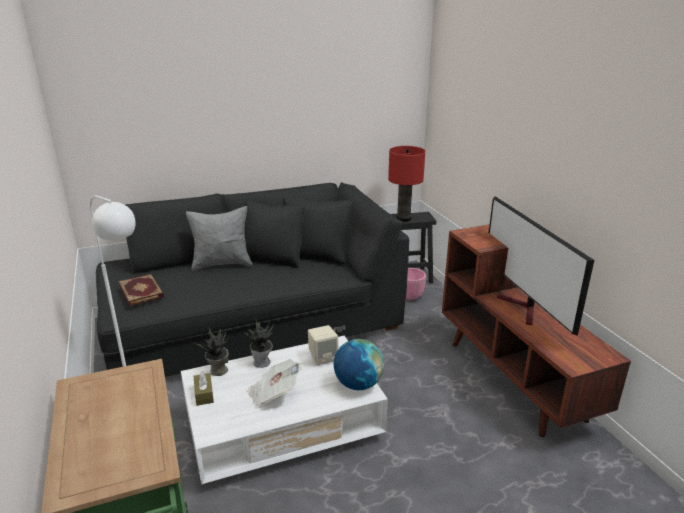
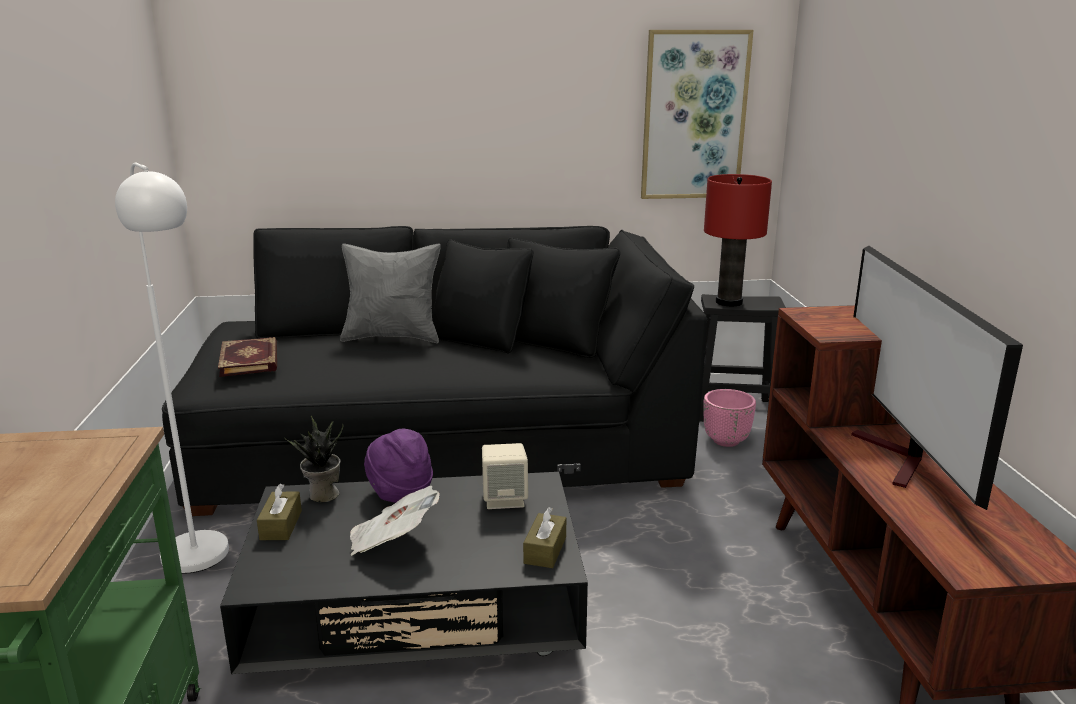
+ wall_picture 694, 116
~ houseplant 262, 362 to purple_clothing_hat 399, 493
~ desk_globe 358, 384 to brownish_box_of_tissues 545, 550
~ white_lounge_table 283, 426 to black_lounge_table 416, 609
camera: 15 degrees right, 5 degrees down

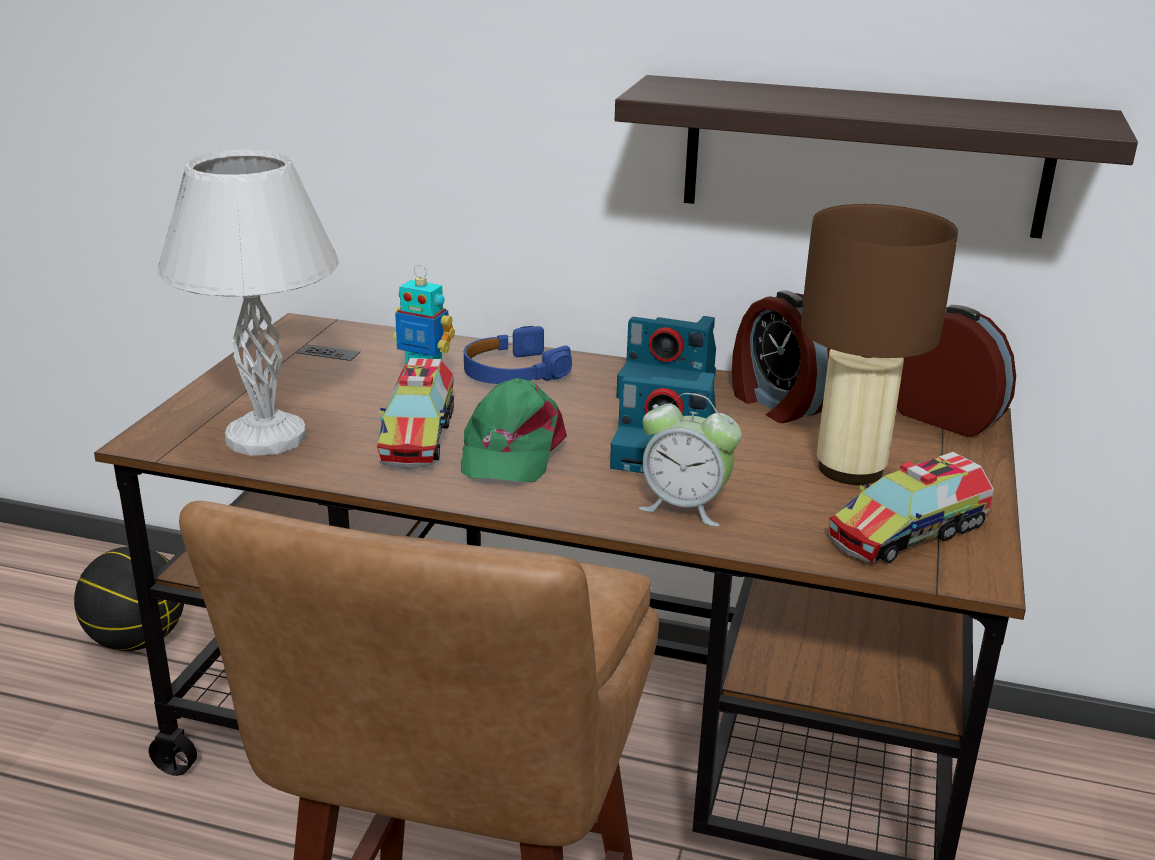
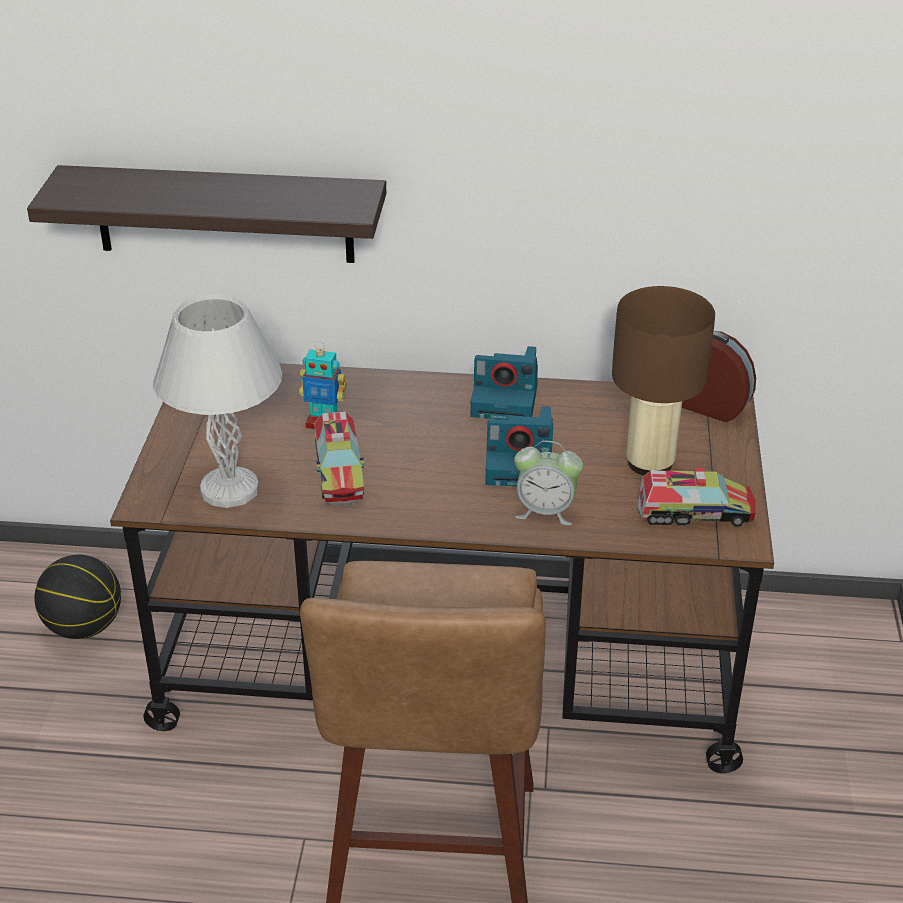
- green_peaked_cap 510, 450
- blue-coloured_pair_of_headphones 512, 372
- bedside_clock 776, 404
~ wall_shelf 864, 156 to 224, 214
~ toy_truck 908, 532 = 695, 512 135 degrees counterclockwise
camera: 10 degrees left, 10 degrees up

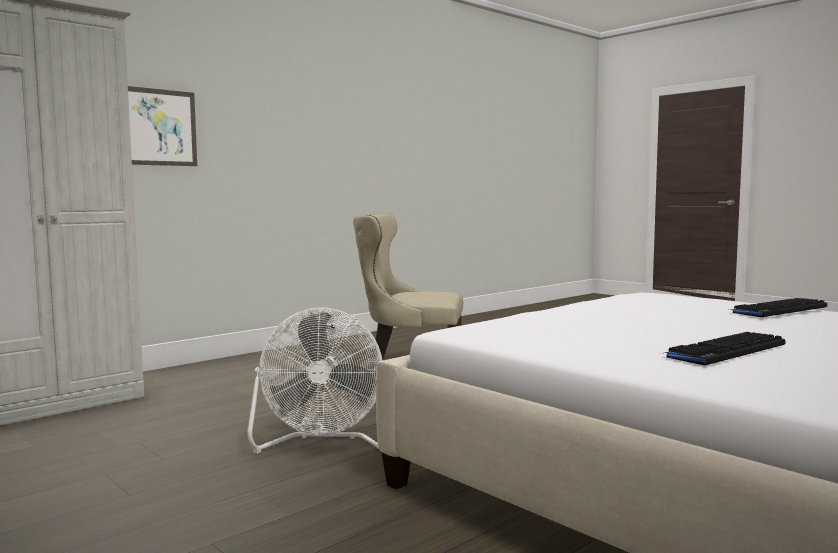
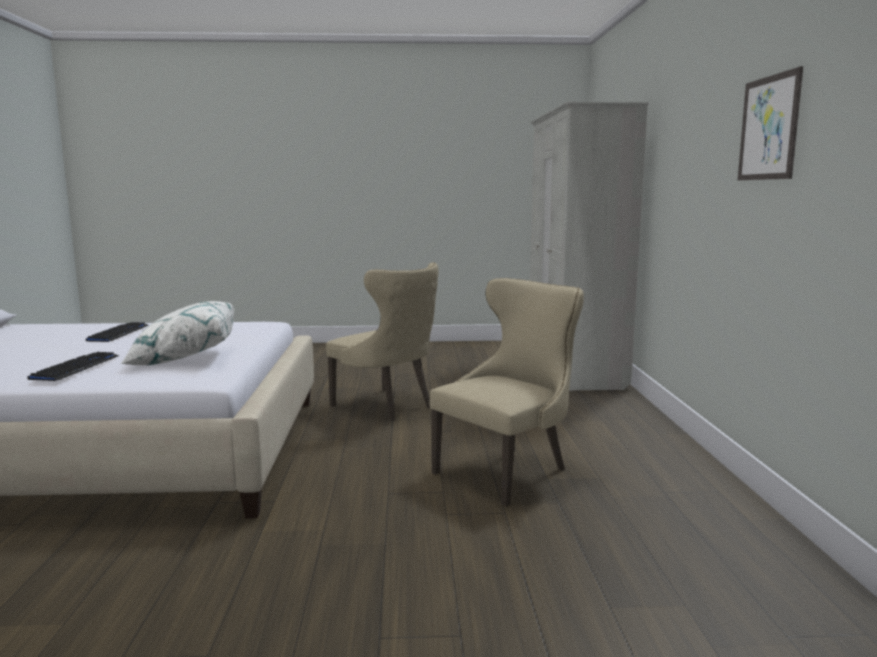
+ white_throw_pillow 184, 357
~ wall_picture 159, 127 to 768, 128
~ white_cooling_fan 320, 444 to beige-coloured_upright_chair 387, 406
camera: 130 degrees right, 5 degrees up

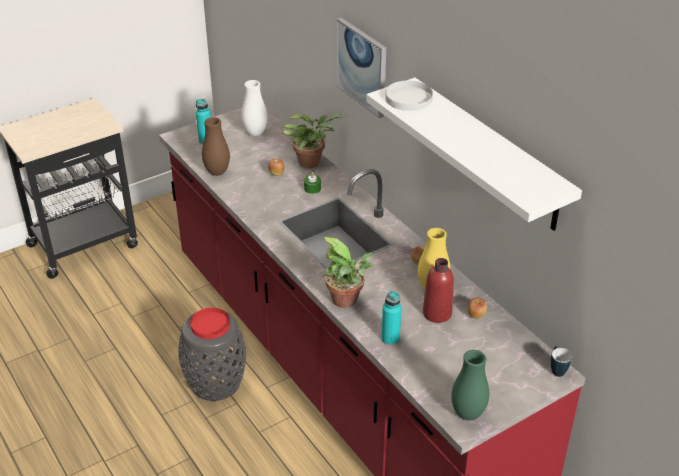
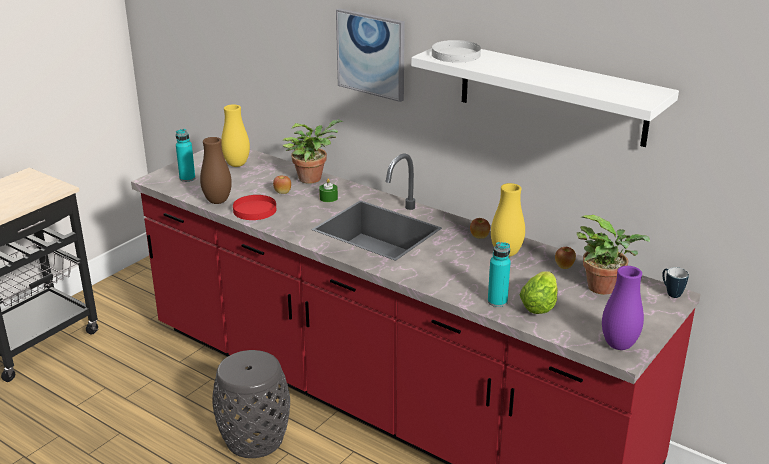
- reddish_beverage_bottle 437, 313
+ lettuce 540, 304
~ reddish_flat_dish 210, 325 to 255, 210
~ houseplant 347, 301 to 606, 288
~ white_decorative_vase 255, 133 to yellow-coloured_decorative_vase 237, 164
~ green_decorative_vase 468, 413 to purple_decorative_vase 619, 345
camera: 20 degrees left, 10 degrees down

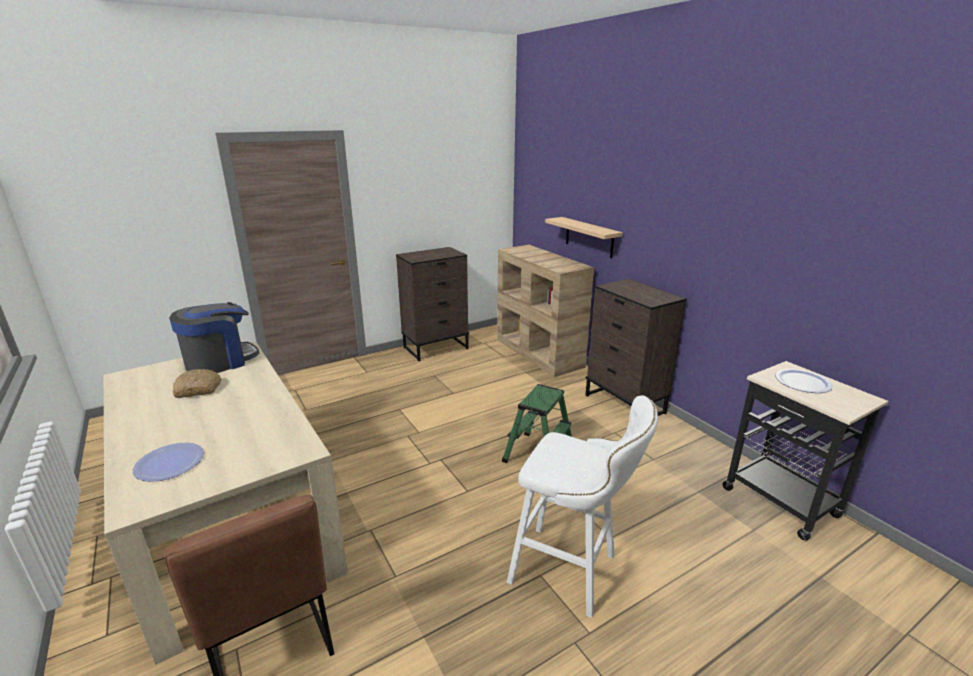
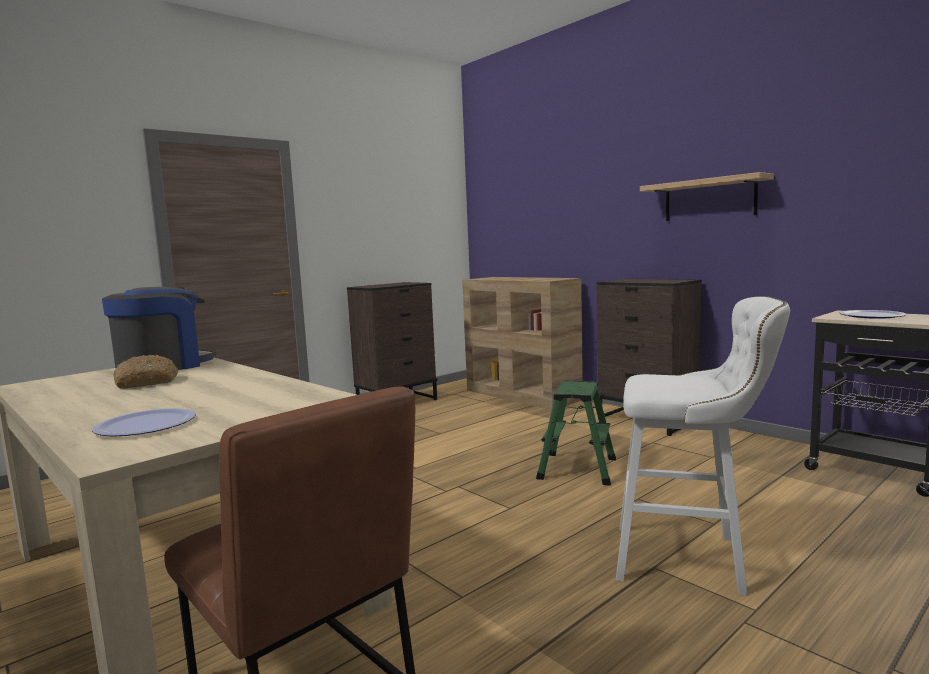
~ wall_shelf 589, 237 to 709, 199
camera: 10 degrees left, 15 degrees down

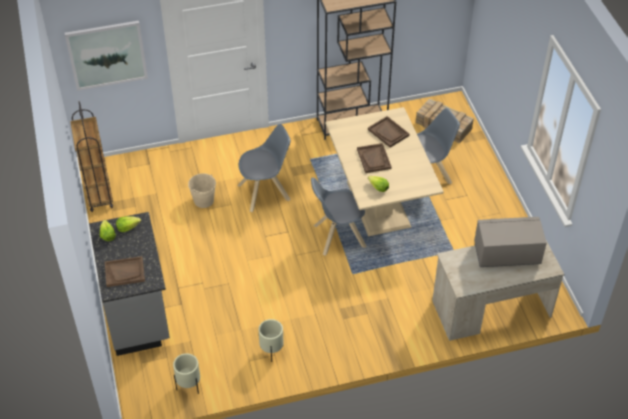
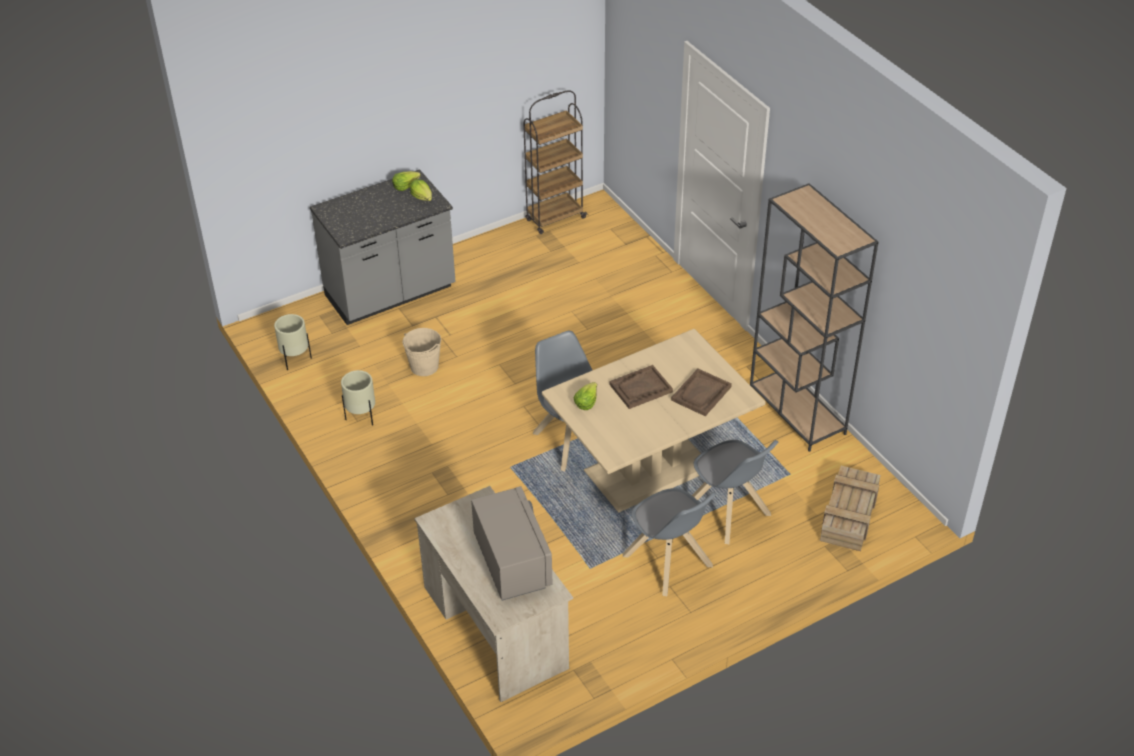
- wall_picture 107, 55
- brownish_serving_tray 125, 272
~ beige-coloured_water_bucket 204, 200 to 424, 366
~ gray_upright_chair 265, 192 to 669, 562
camera: 75 degrees right, 5 degrees down

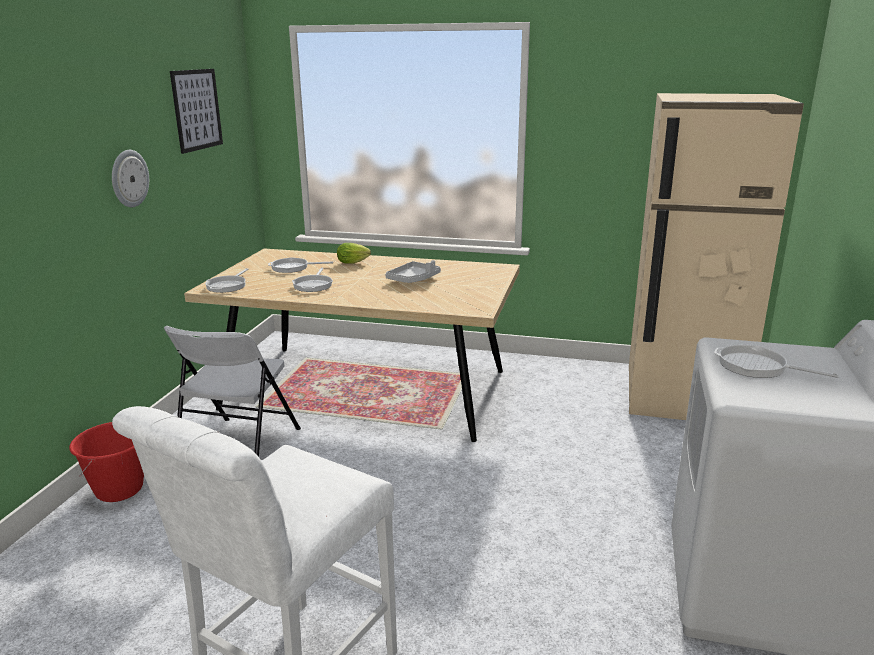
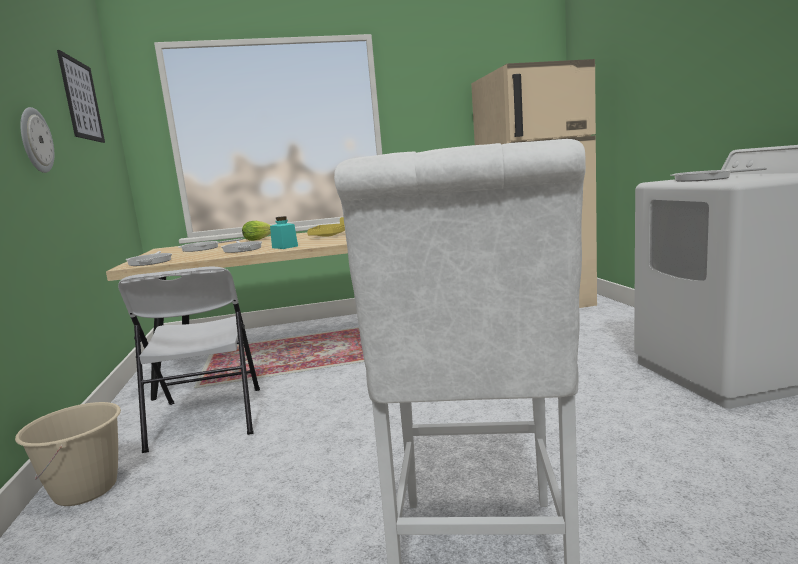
+ turquoise_storage_jar 285, 247
~ reddish_water_bucket 119, 489 to beige-coloured_water_bucket 86, 489
~ gray_serving_tray 413, 279 to yellow-coloured_serving_tray 329, 235
camera: 25 degrees left, 10 degrees down

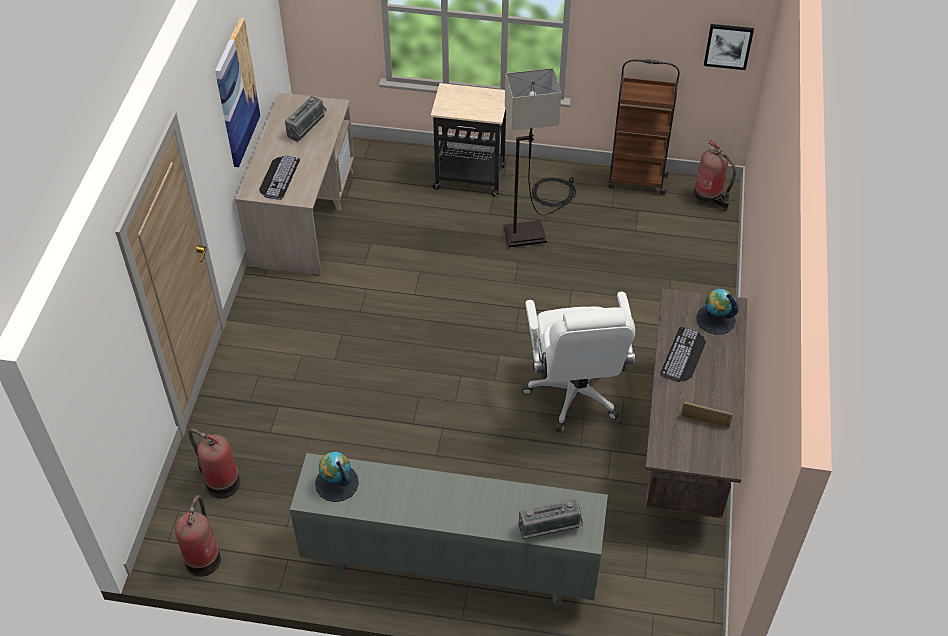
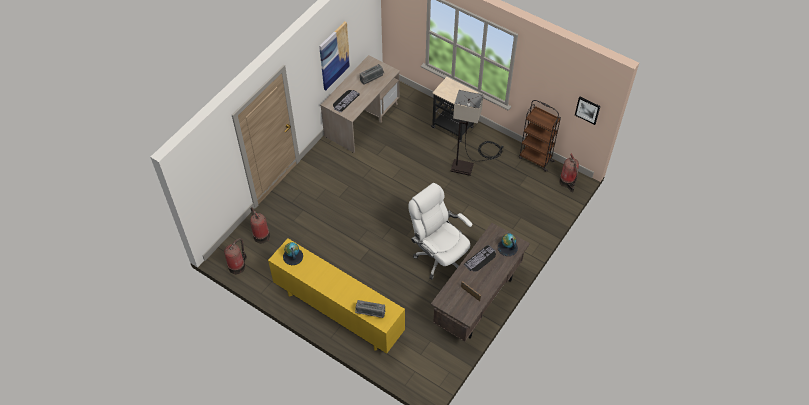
~ gray_storage_cabinet 450, 567 to yellow-coloured_storage_cabinet 338, 313
~ white_office_chair 574, 395 = 438, 257 120 degrees clockwise
camera: 25 degrees right, 5 degrees up

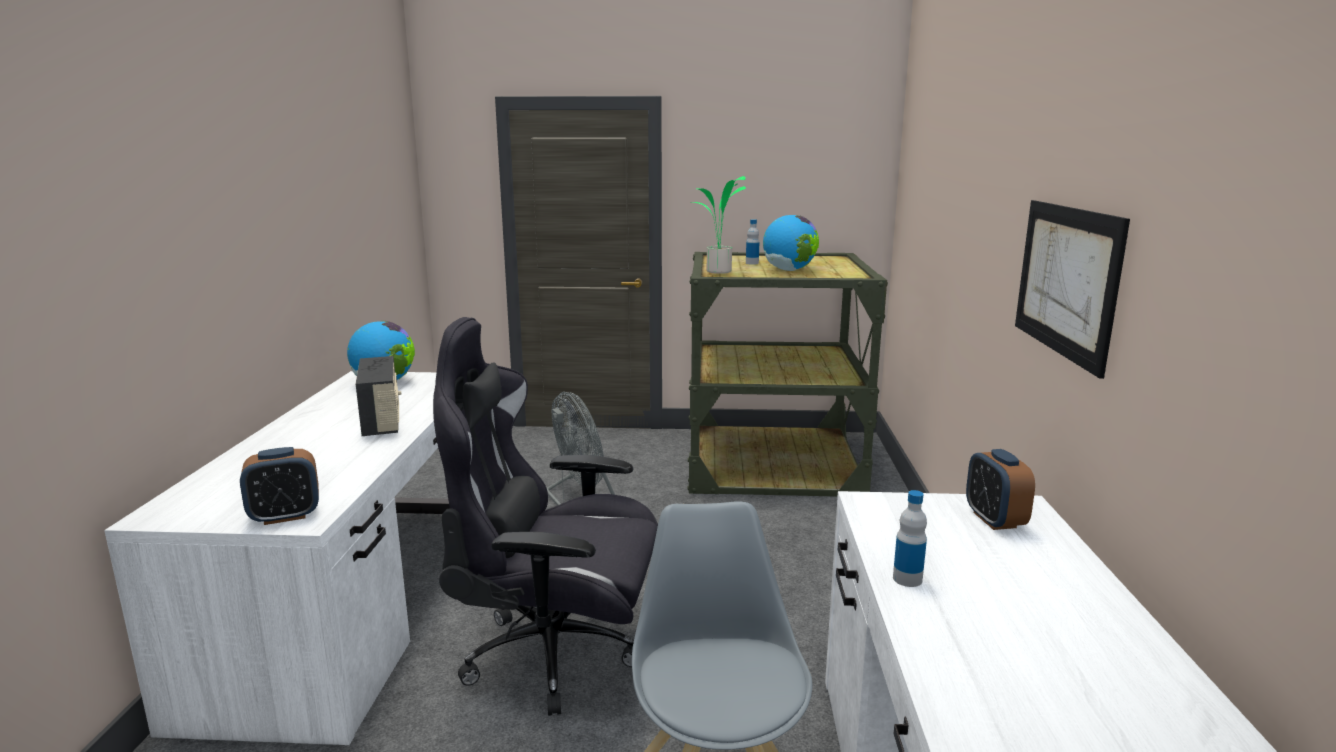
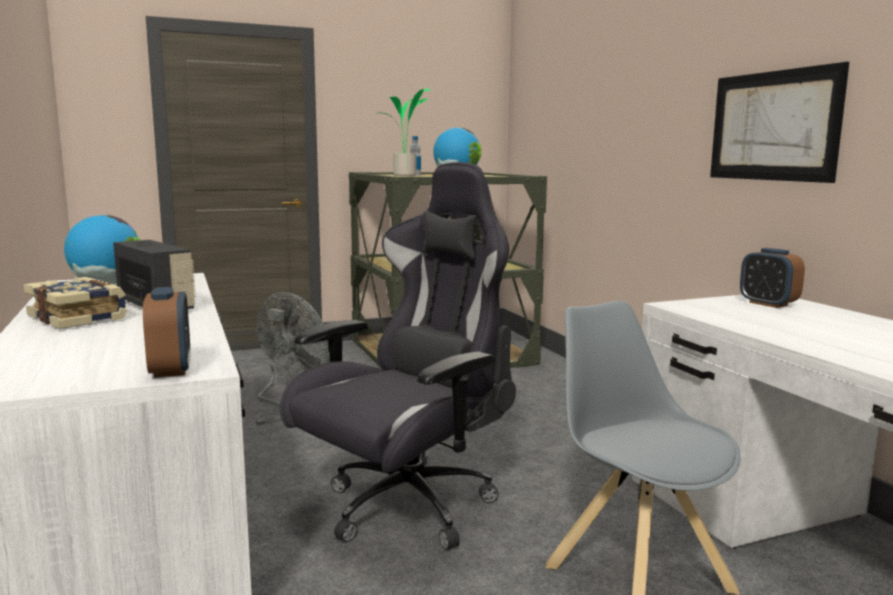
- beverage_bottle 907, 579
+ book 79, 318
~ bedside_clock 285, 516 = 171, 370 60 degrees counterclockwise
~ black_office_chair 562, 657 = 401, 511 150 degrees clockwise
camera: 25 degrees left, 5 degrees down

